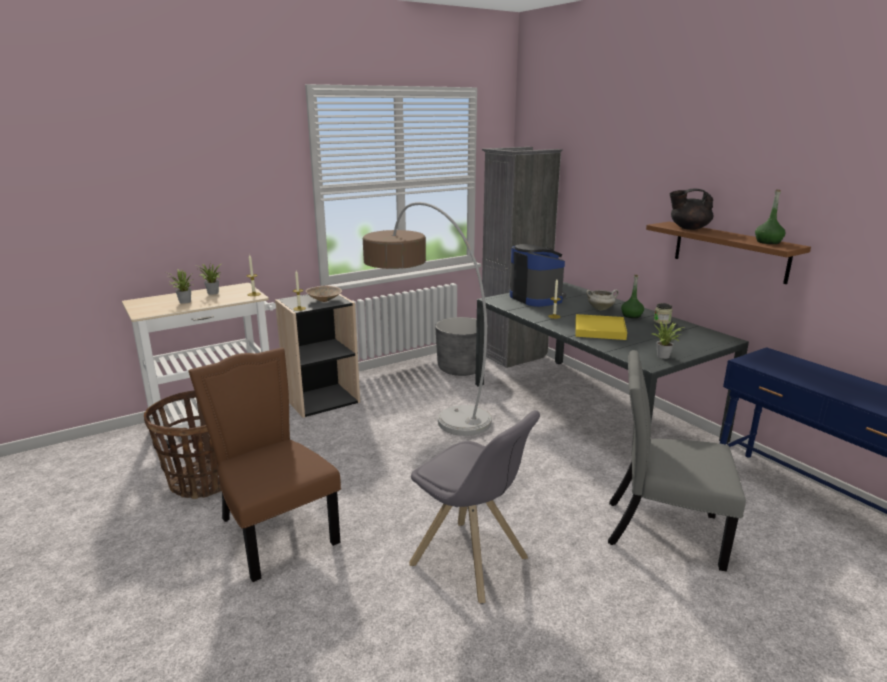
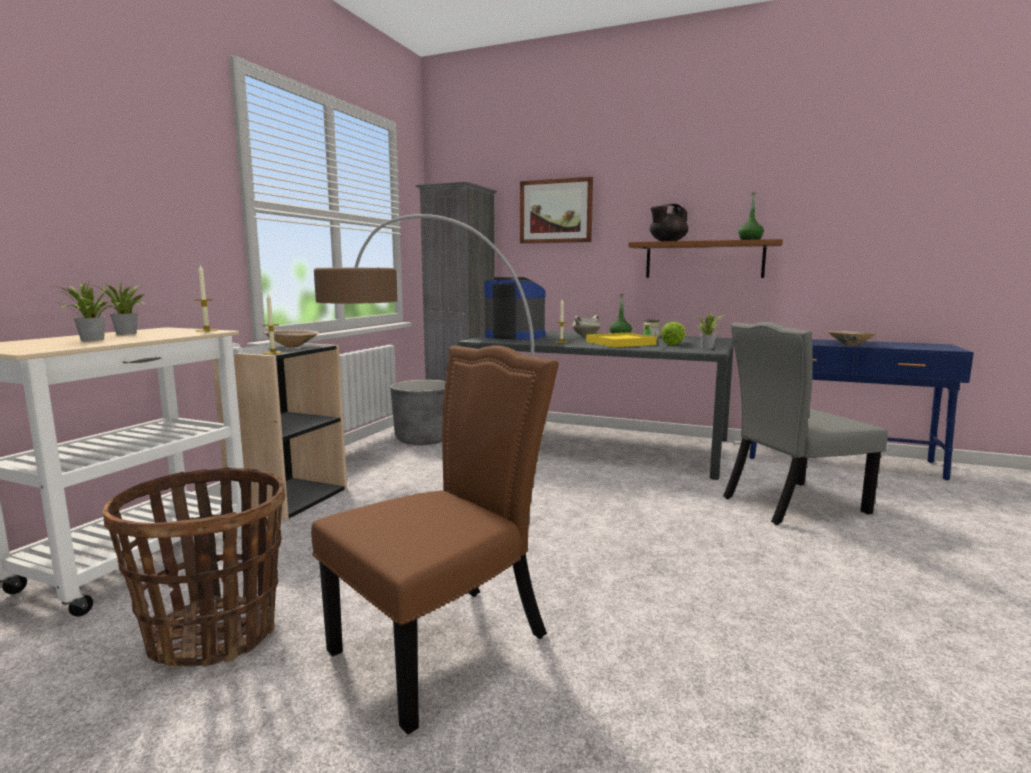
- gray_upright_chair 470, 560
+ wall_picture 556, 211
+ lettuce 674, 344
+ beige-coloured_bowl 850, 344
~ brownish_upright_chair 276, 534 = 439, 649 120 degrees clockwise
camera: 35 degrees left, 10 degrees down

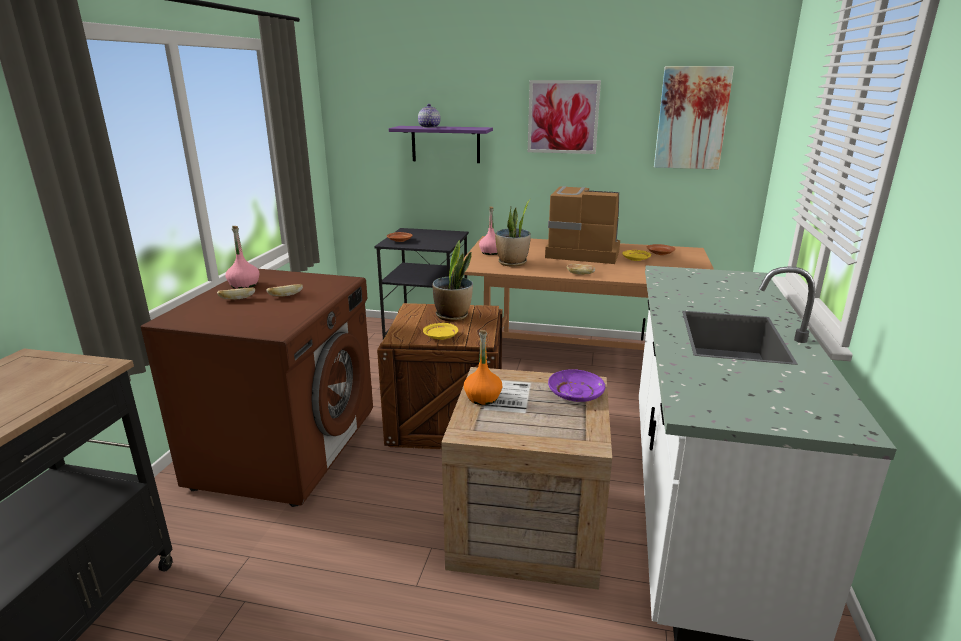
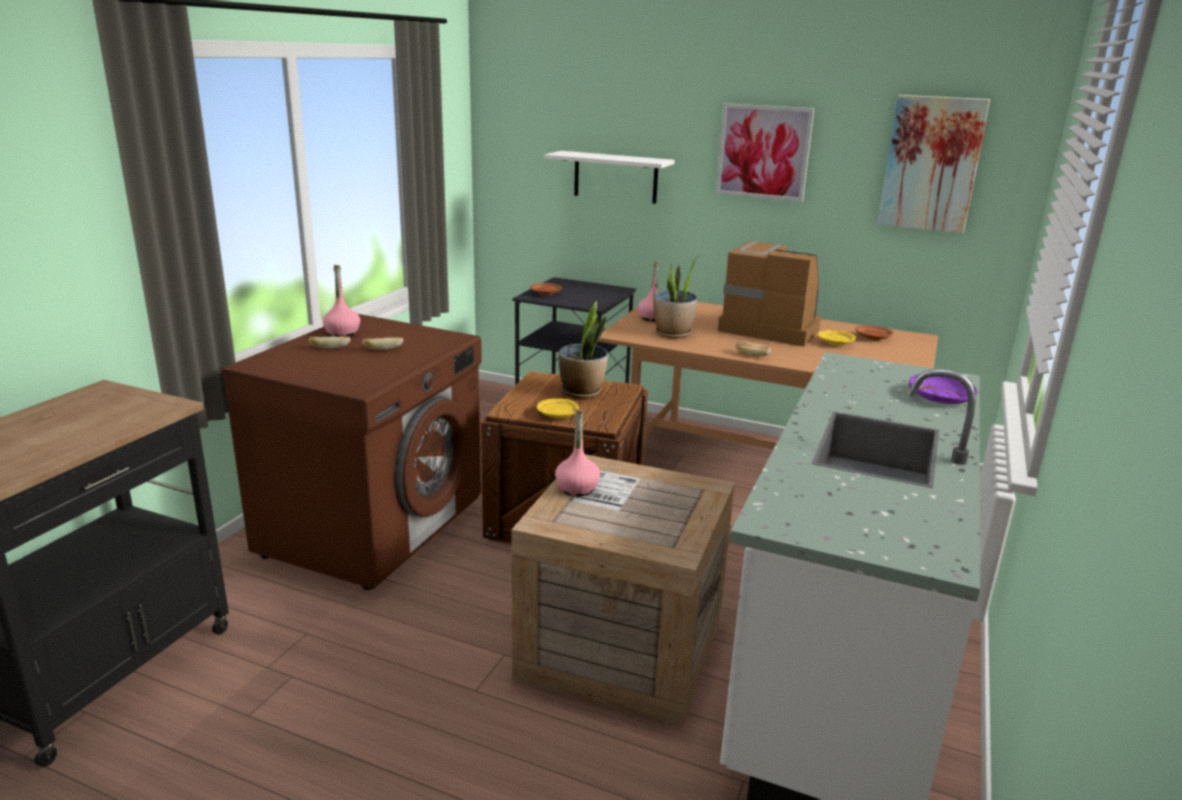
- teapot 428, 127
~ purple_flat_dish 576, 392 to 940, 397
~ purple_wall_shelf 445, 144 to white_wall_shelf 615, 177
~ orange_beverage_bottle 483, 397 to pink-coloured_beverage_bottle 577, 488
camera: 10 degrees right, 0 degrees up

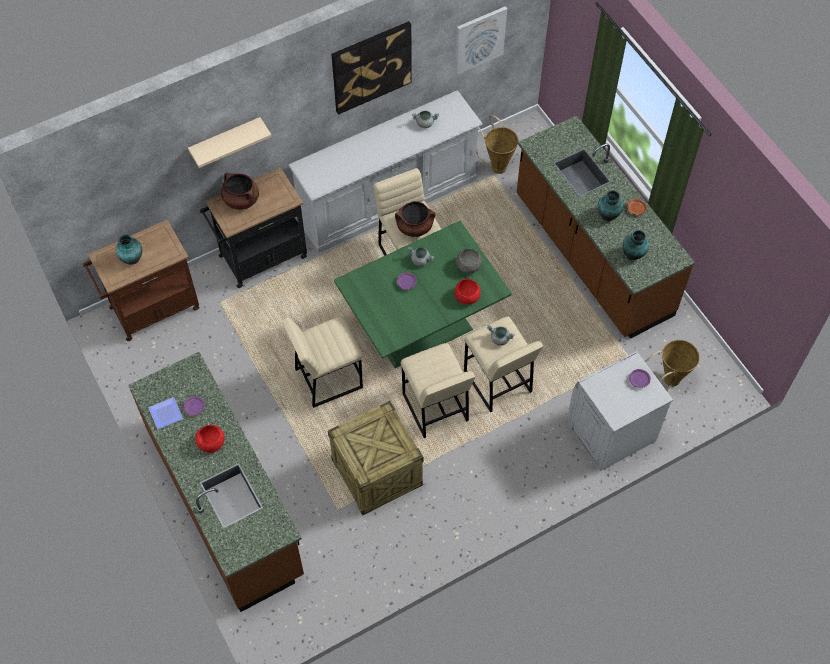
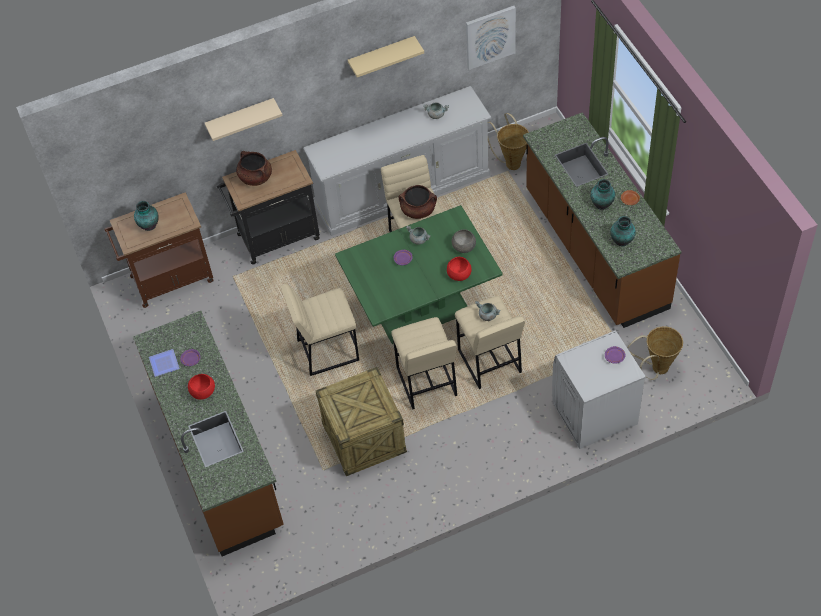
~ wall_picture 371, 67 to beige-coloured_wall_shelf 382, 56
camera: 10 degrees right, 5 degrees down

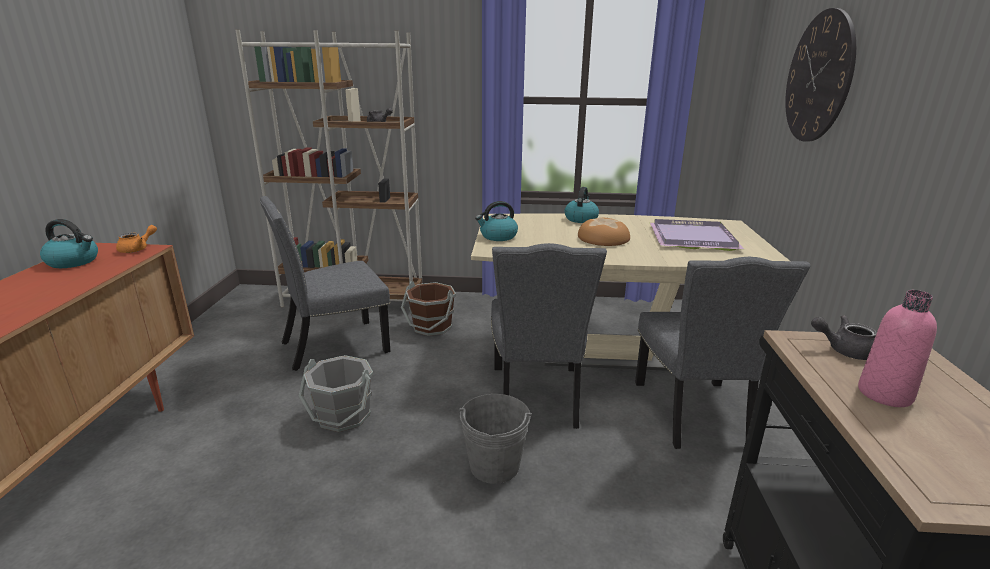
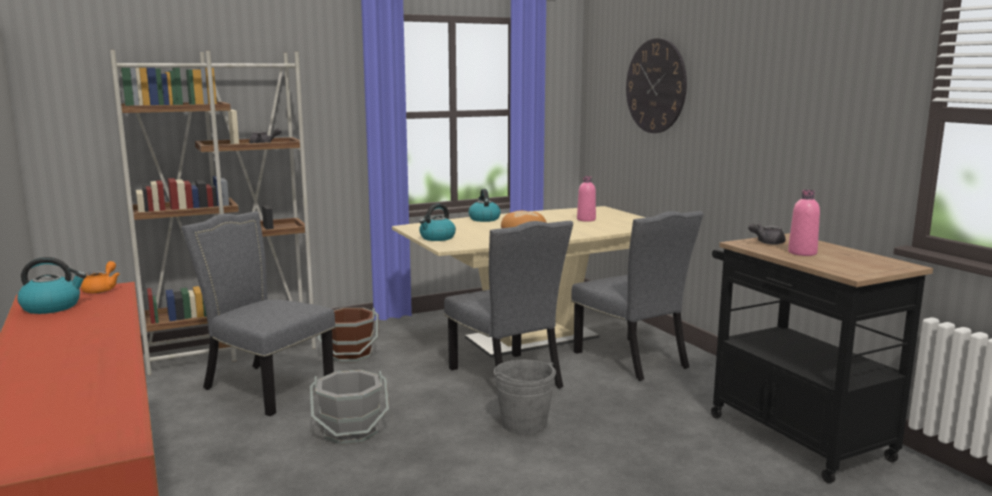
~ purple_serving_tray 691, 238 to pink-coloured_beverage_bottle 586, 219
~ gray_upright_chair 337, 345 = 268, 388 90 degrees clockwise
camera: 30 degrees left, 10 degrees down

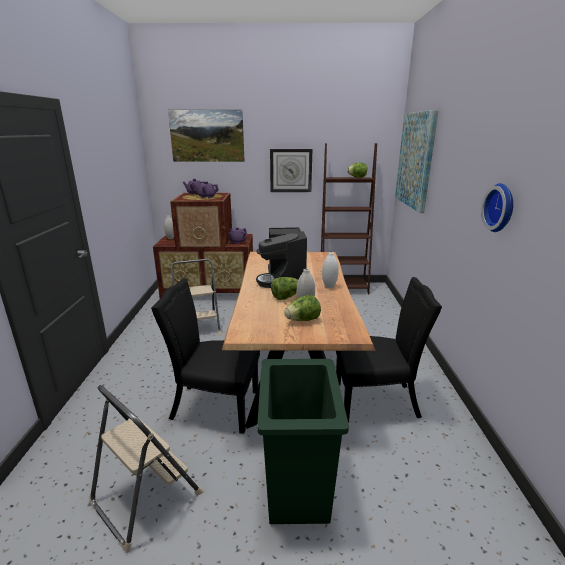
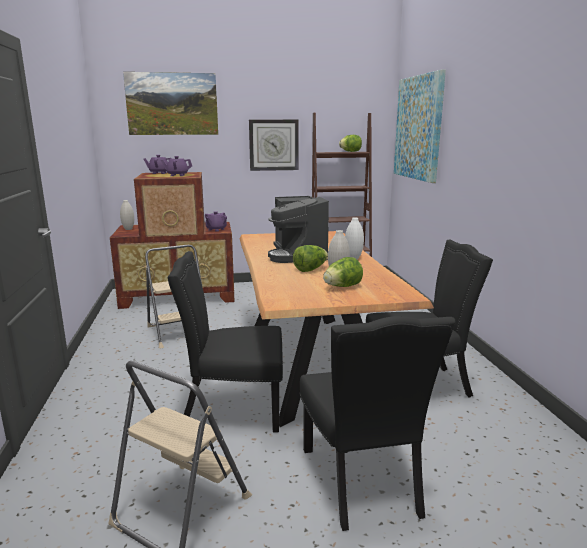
- hanging_clock 501, 208
~ green_waste_bin 297, 489 to black_upright_chair 362, 478
camera: 10 degrees left, 5 degrees down

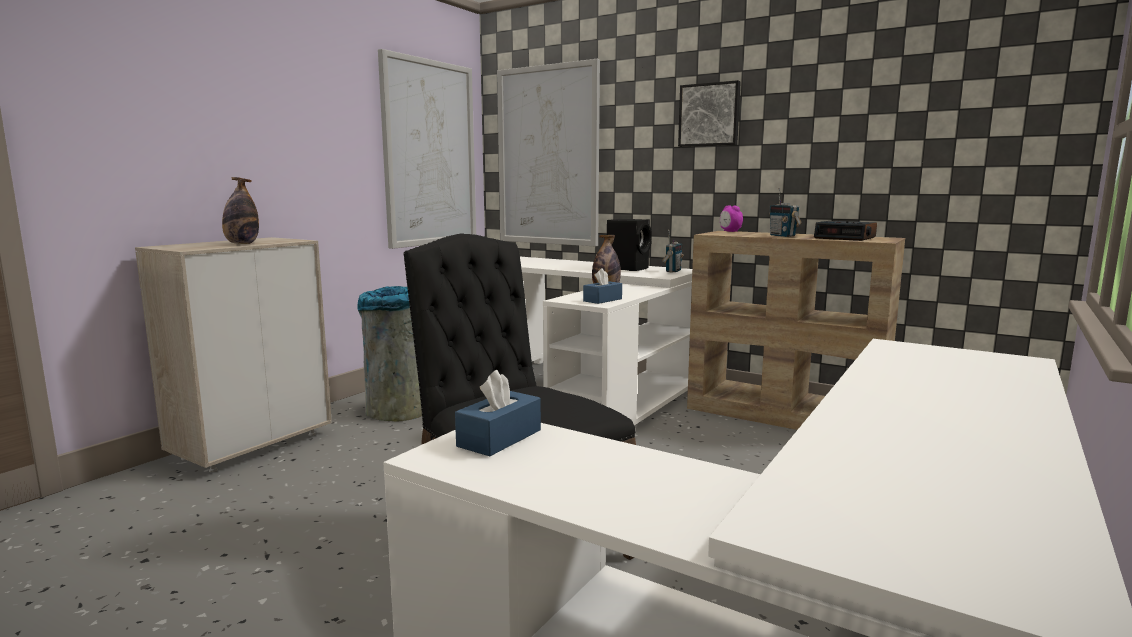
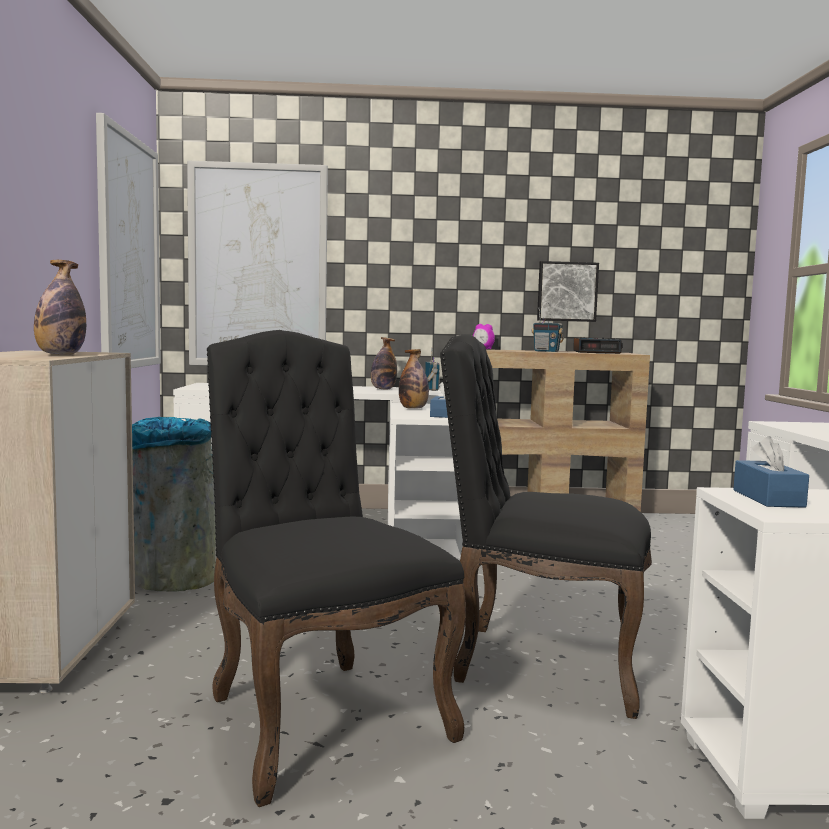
+ black_upright_chair 320, 718
~ wall_picture 709, 115 to 567, 291
~ black_speaker 628, 268 to beverage_bottle 383, 389
camera: 35 degrees left, 5 degrees down

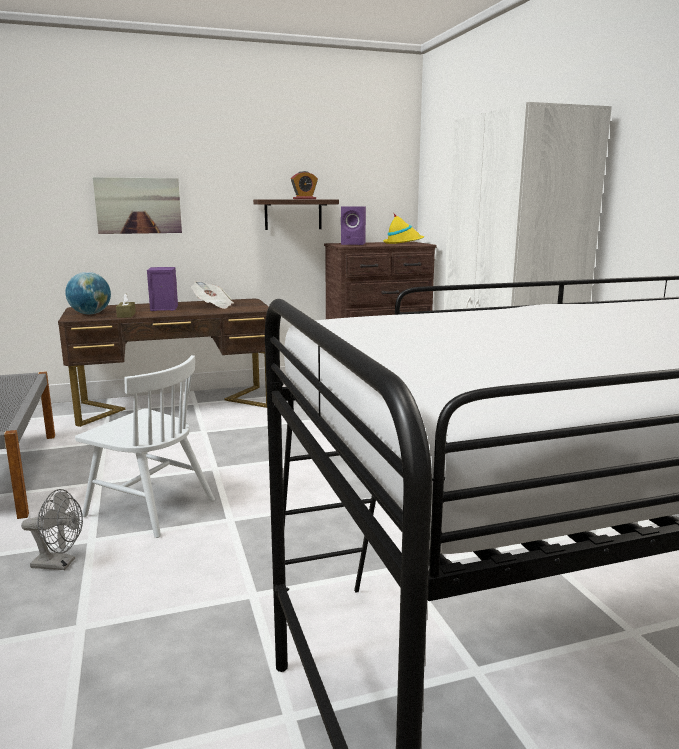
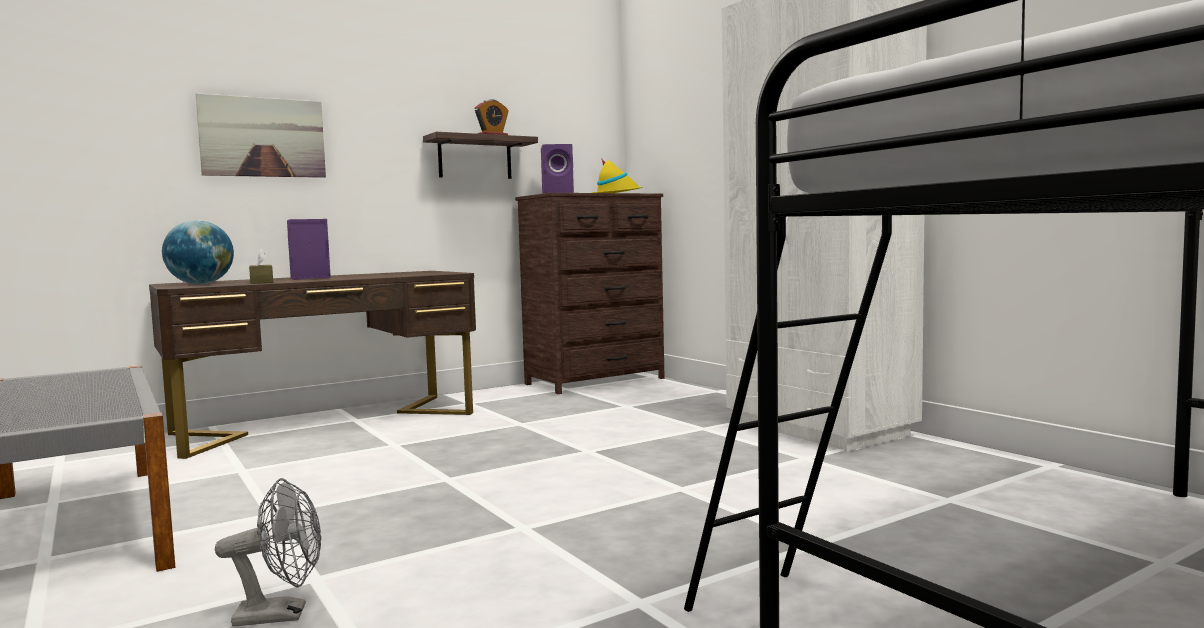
- white_upright_chair 149, 508
- newspaper 213, 306
camera: 15 degrees left, 10 degrees down

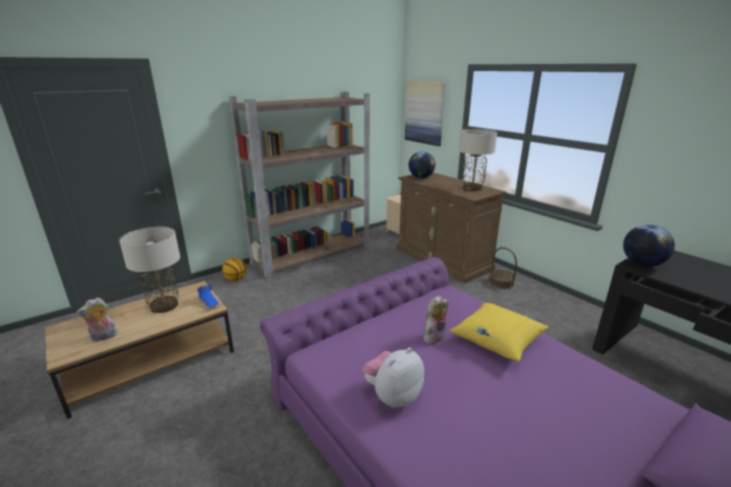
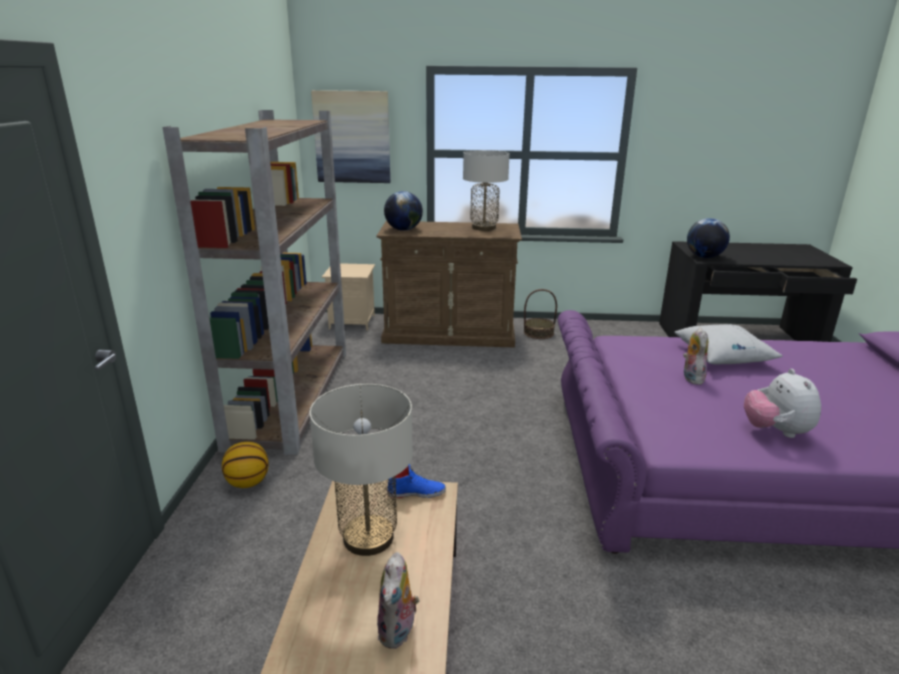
~ yellow-coloured_throw_pillow 497, 340 to gray_throw_pillow 722, 357
camera: 50 degrees left, 0 degrees up

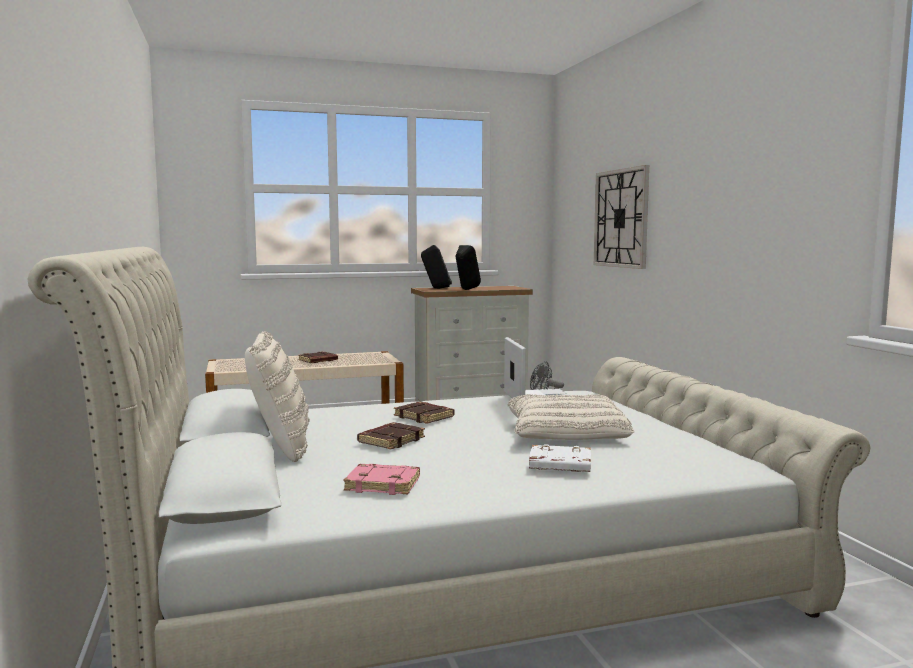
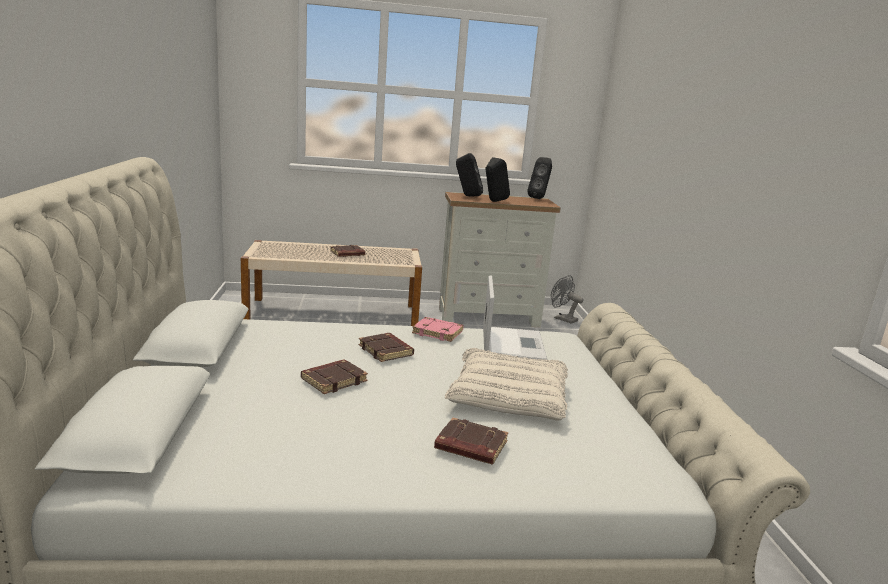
- beige-coloured_throw_pillow 281, 446
- hanging_clock 621, 218
+ black_speaker 539, 198
~ pink-coloured_book 384, 484 to 438, 332
~ white_book 559, 465 to brownish_book 470, 446
camera: 10 degrees right, 10 degrees up

